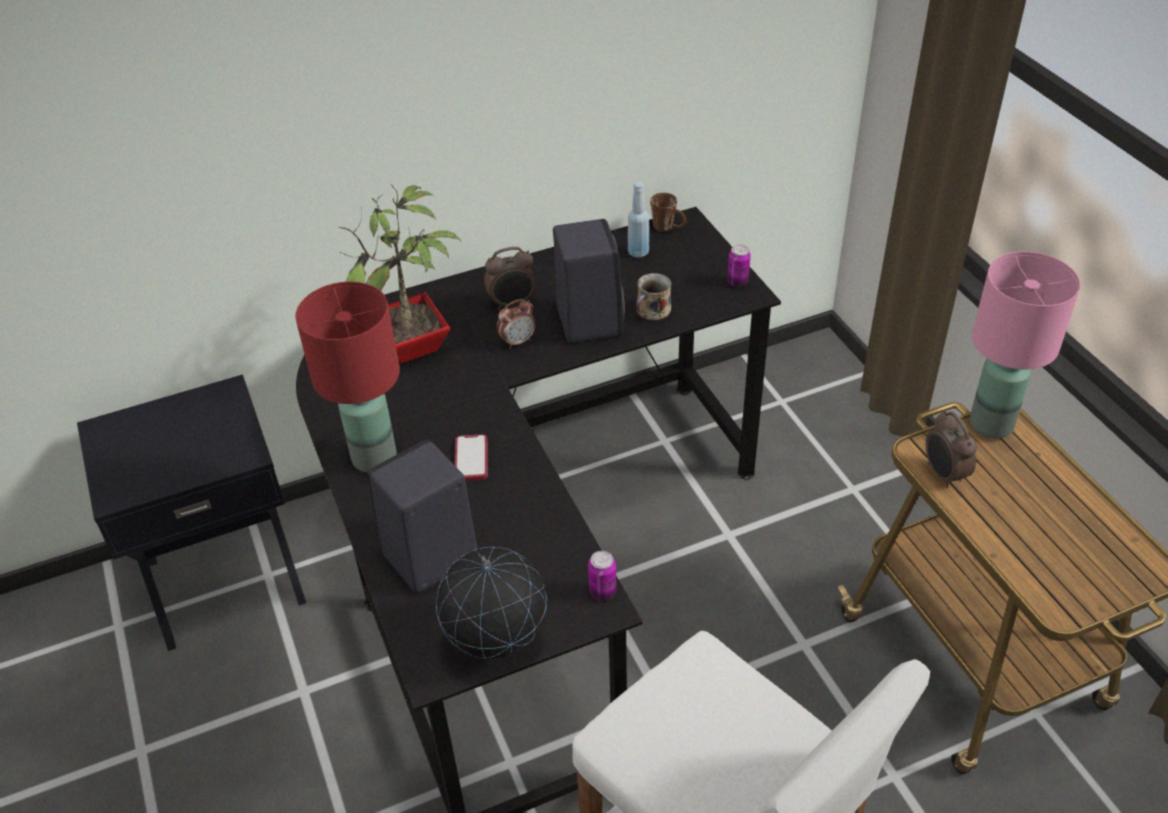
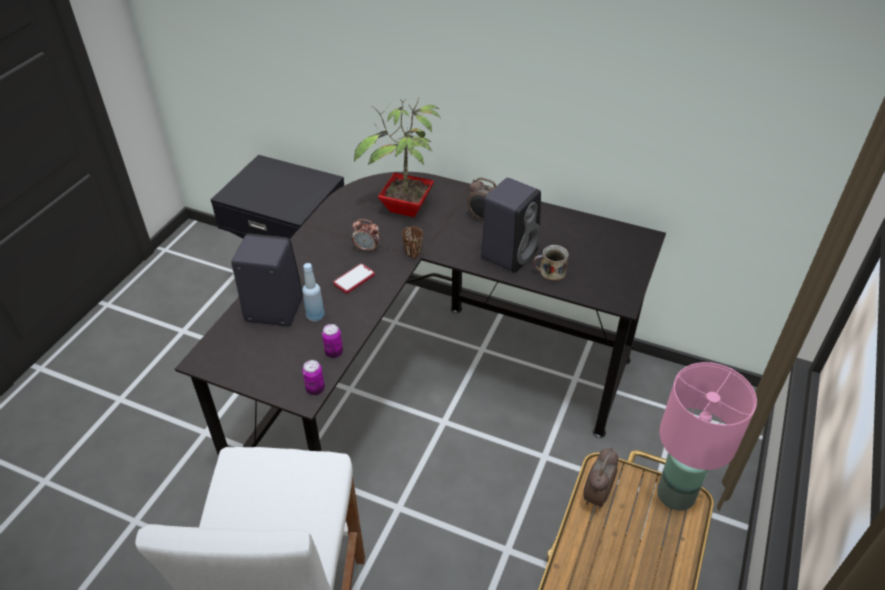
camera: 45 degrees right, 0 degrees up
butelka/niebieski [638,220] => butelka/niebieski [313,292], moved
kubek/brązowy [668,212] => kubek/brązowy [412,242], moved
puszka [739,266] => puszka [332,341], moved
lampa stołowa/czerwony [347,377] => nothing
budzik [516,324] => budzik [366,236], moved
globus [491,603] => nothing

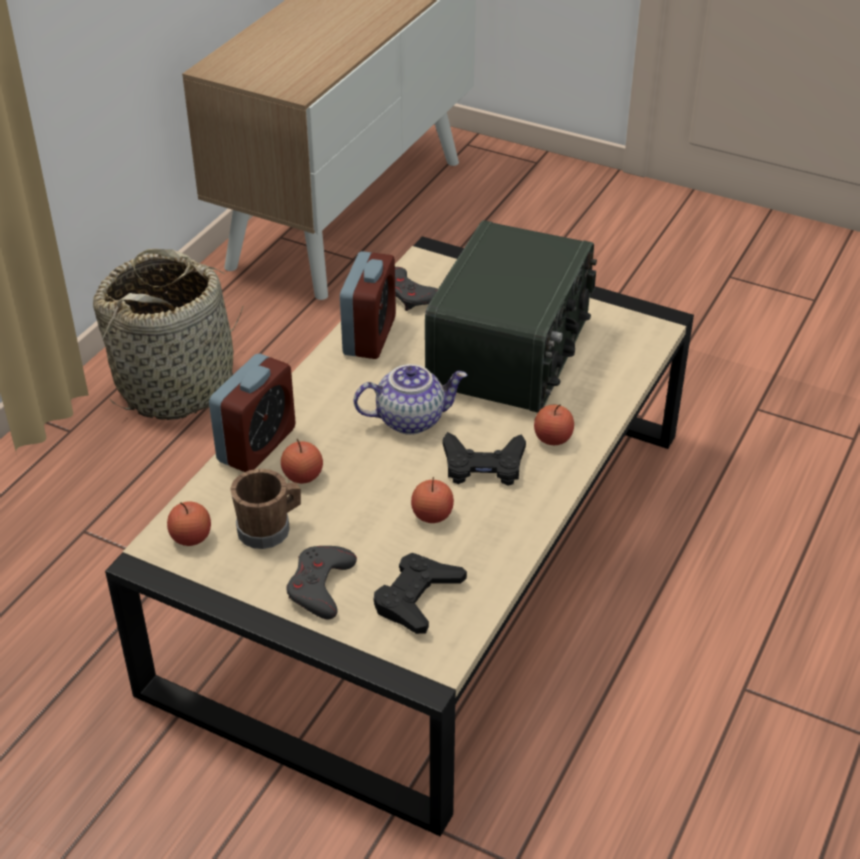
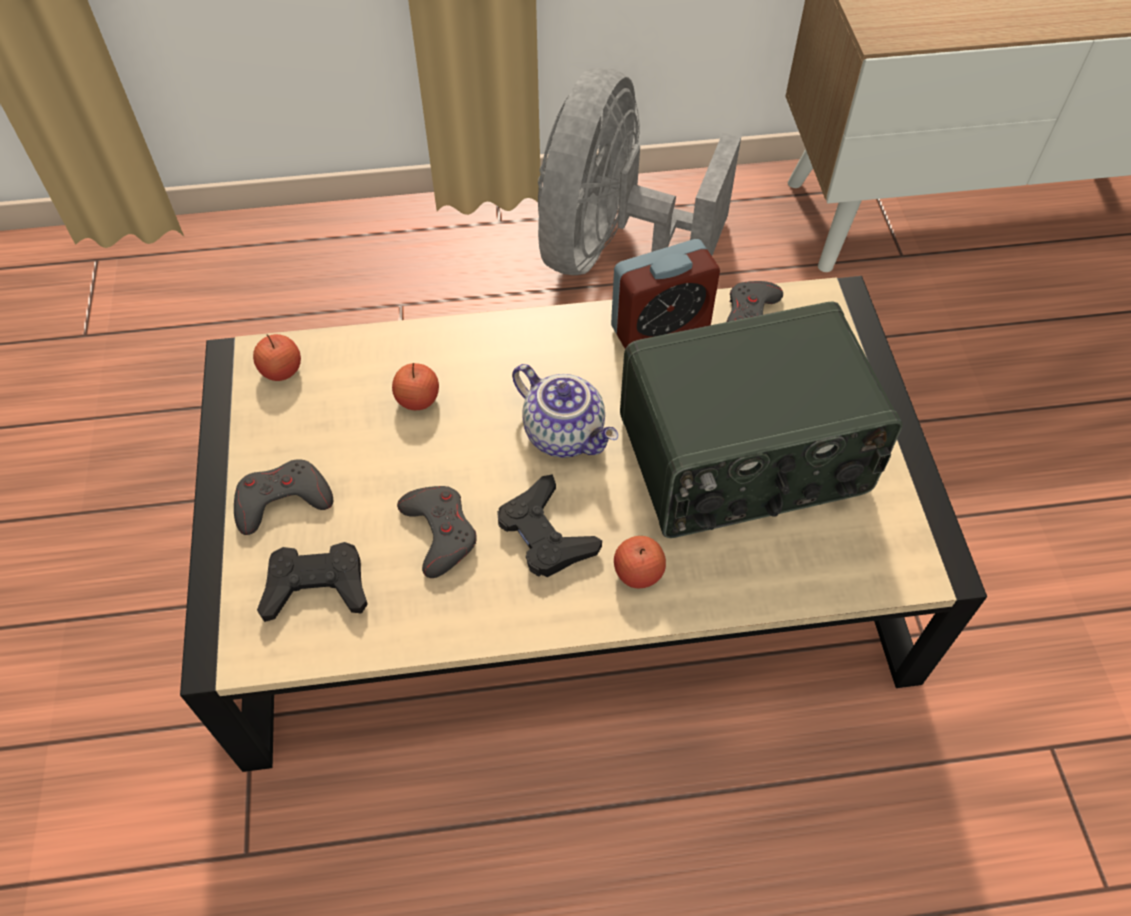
camera: 55 degrees right, 15 degrees up
koszyk [168,334] => wentylator/szary [639,171]
budzik [252,413] => nothing
kubek/brązowy [265,509] => nothing
jabłko [432,500] => pad do gier/szary [437,532]

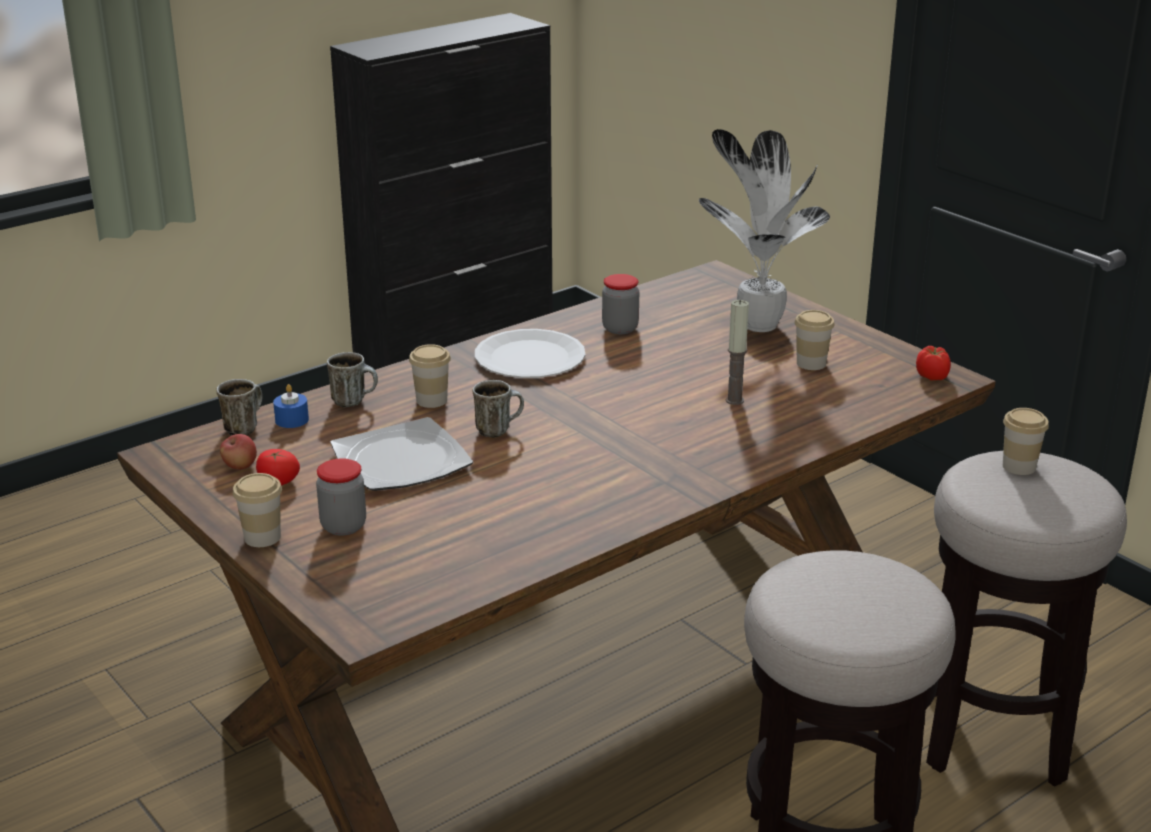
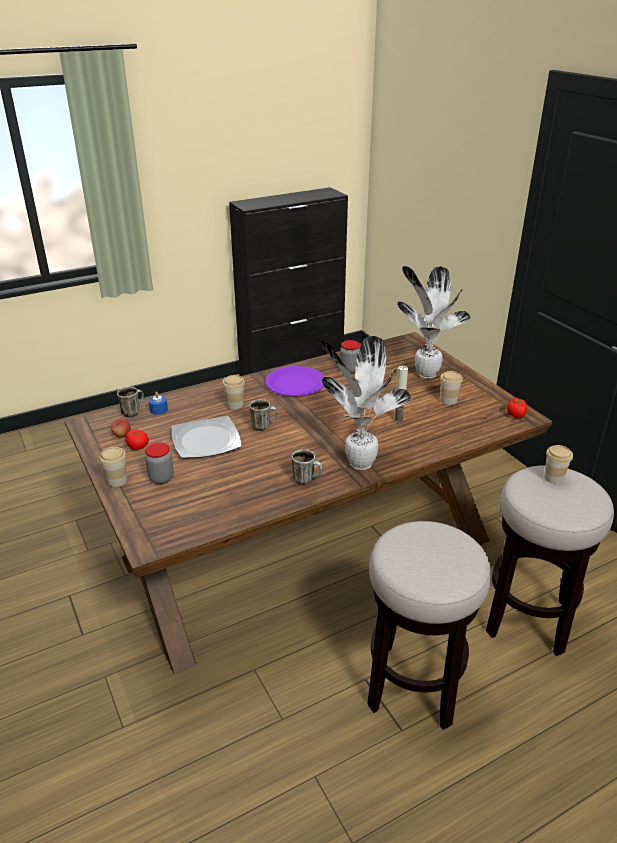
camera: 10 degrees right, 5 degrees up
talerz/biały [530,353] => talerz/fioletowy [295,381]
kubek [352,379] => kubek [307,467], moved
nothing => roślina doniczkowa [366,403]

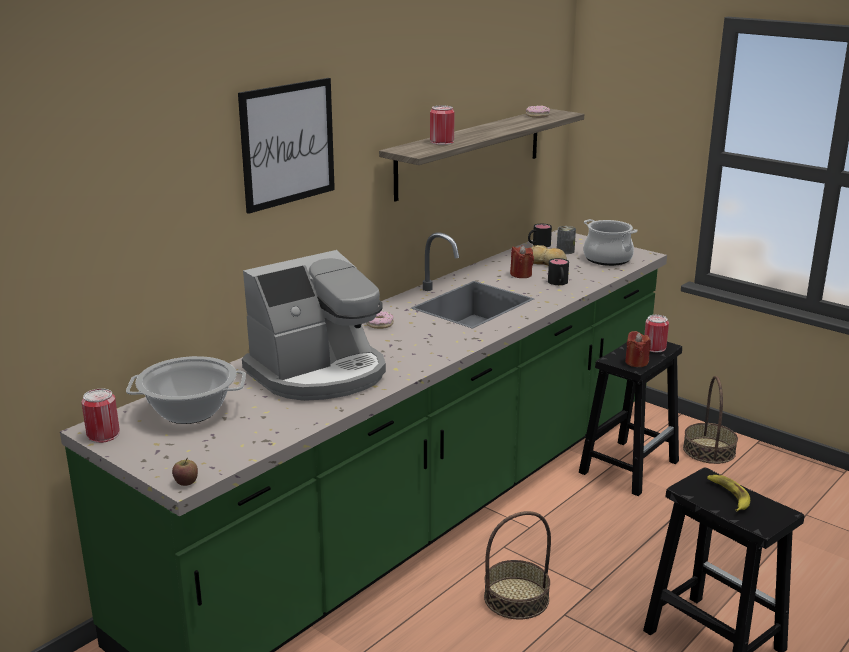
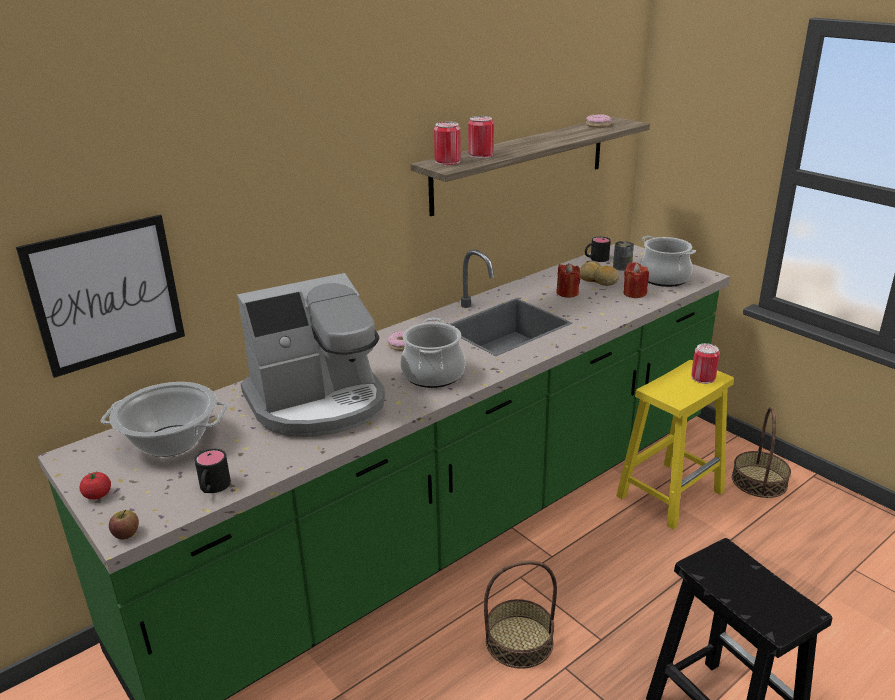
camera: 10 degrees right, 5 degrees up
obraz [286,146] => obraz [100,296], moved
kubek/czarny [558,271] => kubek/czarny [212,471], moved
świeca/czerwony [638,349] => świeca/czerwony [636,280], moved
stołek/czarny [630,419] => stołek/żółty [675,444]
puszka [101,415] => puszka [447,143], moved
banan [728,493] => nothing
nothing => garnek [432,353]
nothing => pomidor [95,486]

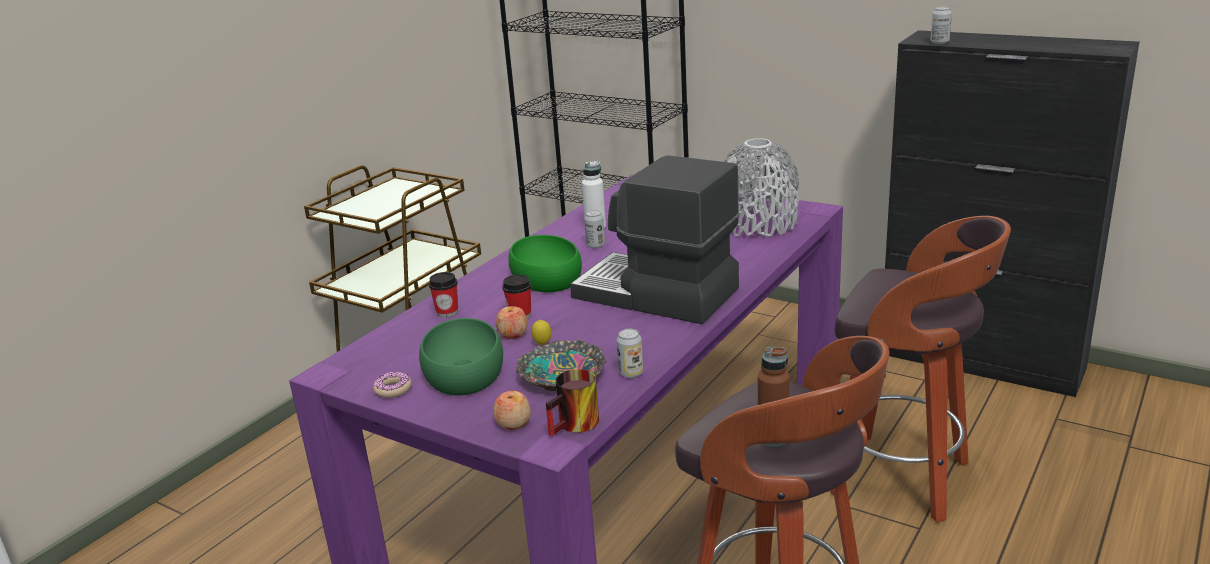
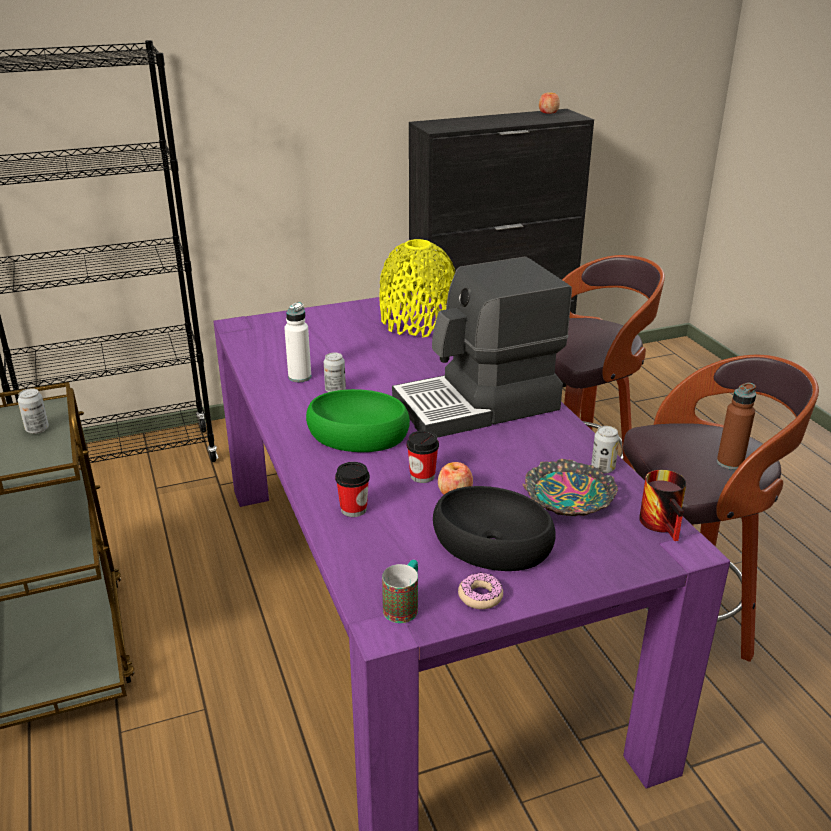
camera: 55 degrees left, 5 degrees up
puszka [941,25] => puszka [33,411], moved
wazon/szary [761,187] => wazon/żółty [417,288]
miska/zielony [461,356] => miska/czarny [494,528]
cytryna [541,332] => nothing
jabłko [512,410] => jabłko [549,103], moved
nothing => kubek [400,591]

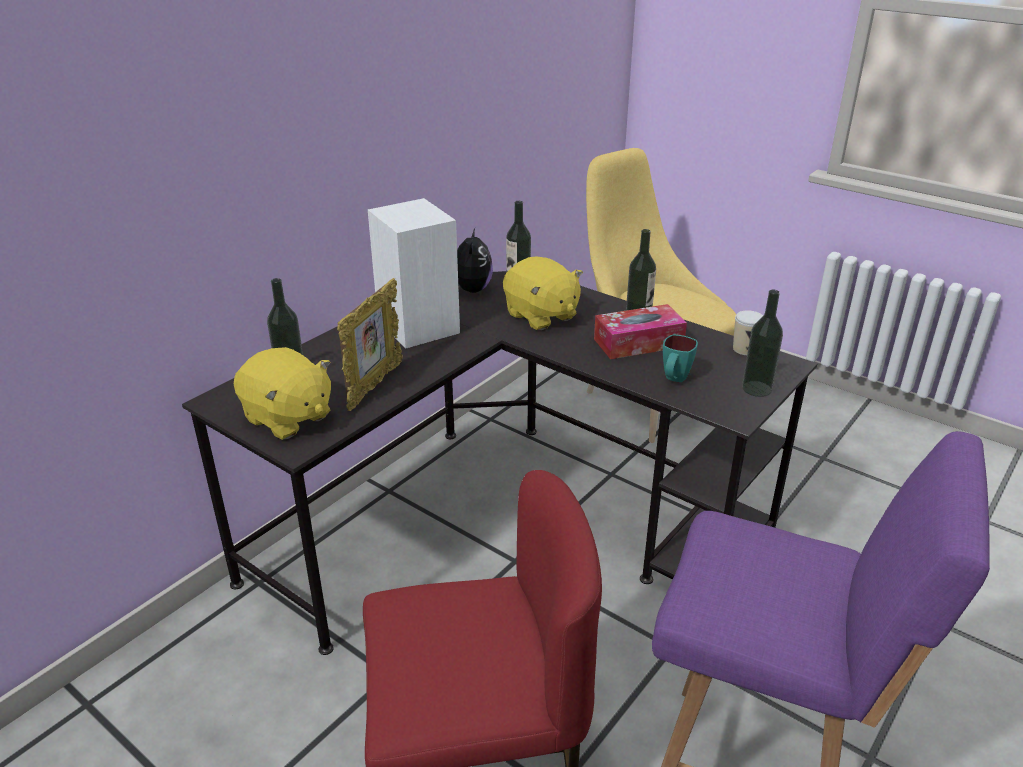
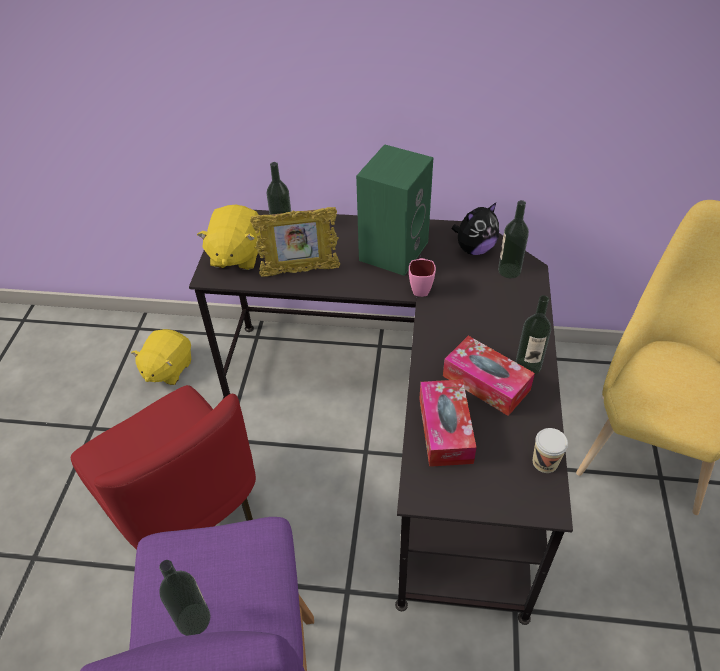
camera: 60 degrees right, 15 degrees up
głośnik/biały [414,273] => głośnik/zielony [395,210]
pluszak/żółty [543,293] => pluszak/żółty [161,357], moved
butelka [762,343] => butelka [185,598], moved
kubek/turkusowy [680,358] => pudełko chusteczek [448,423]
nothing => kubek/różowy [422,277]

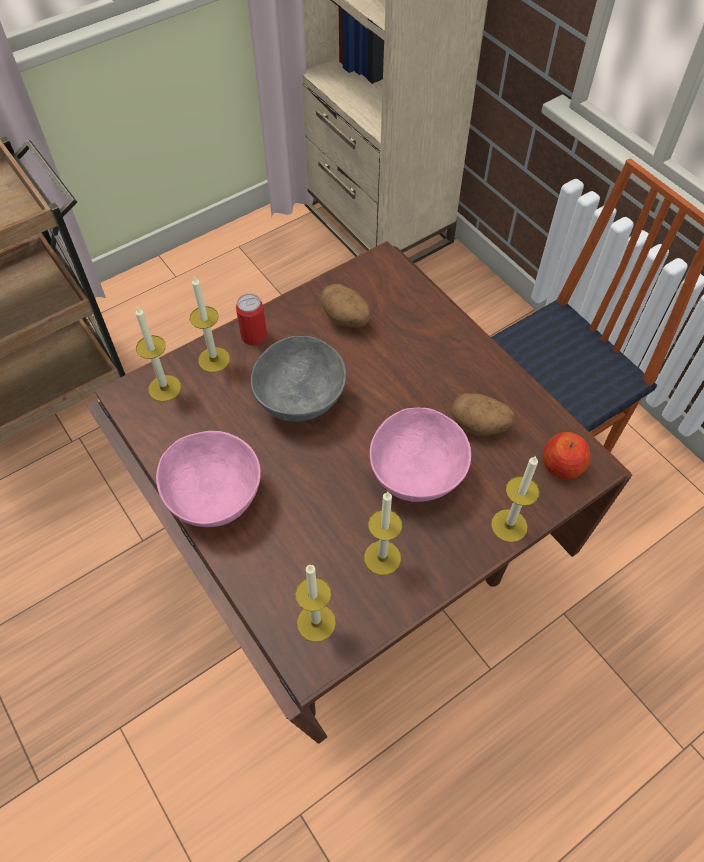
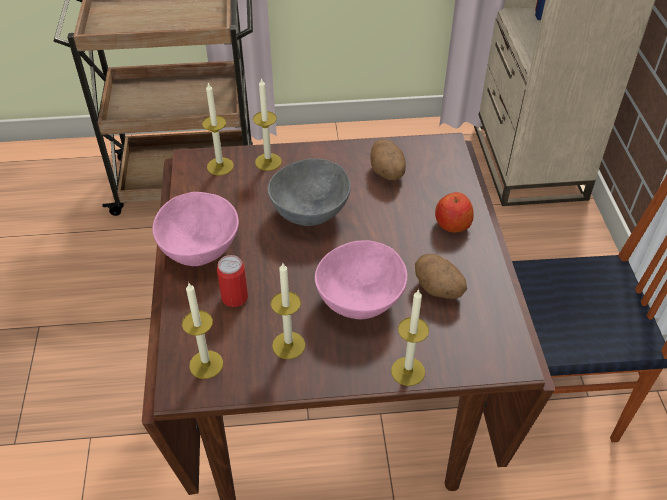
camera: 30 degrees right, 10 degrees down
puszka [251,319] => puszka [232,281], moved
jabłko [567,455] => jabłko [454,212], moved

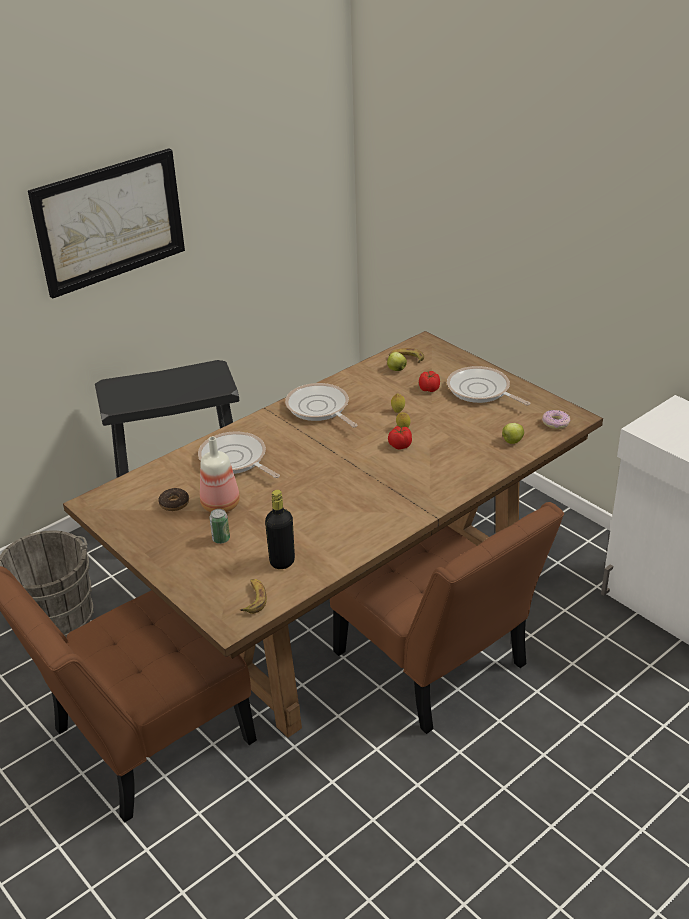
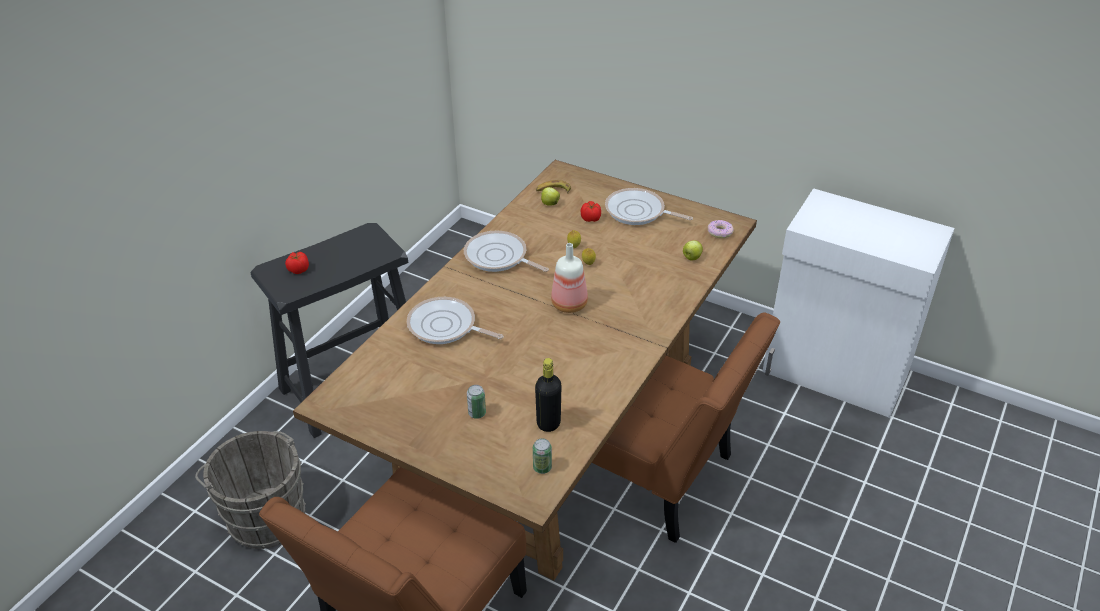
camera: 20 degrees left, 5 degrees up
obraz [106,223] => nothing
pomidor [400,438] => pomidor [297,262], moved
butelka [220,474] => butelka [569,278], moved
donut [173,499] => nothing
banan [253,596] => puszka [542,456]

